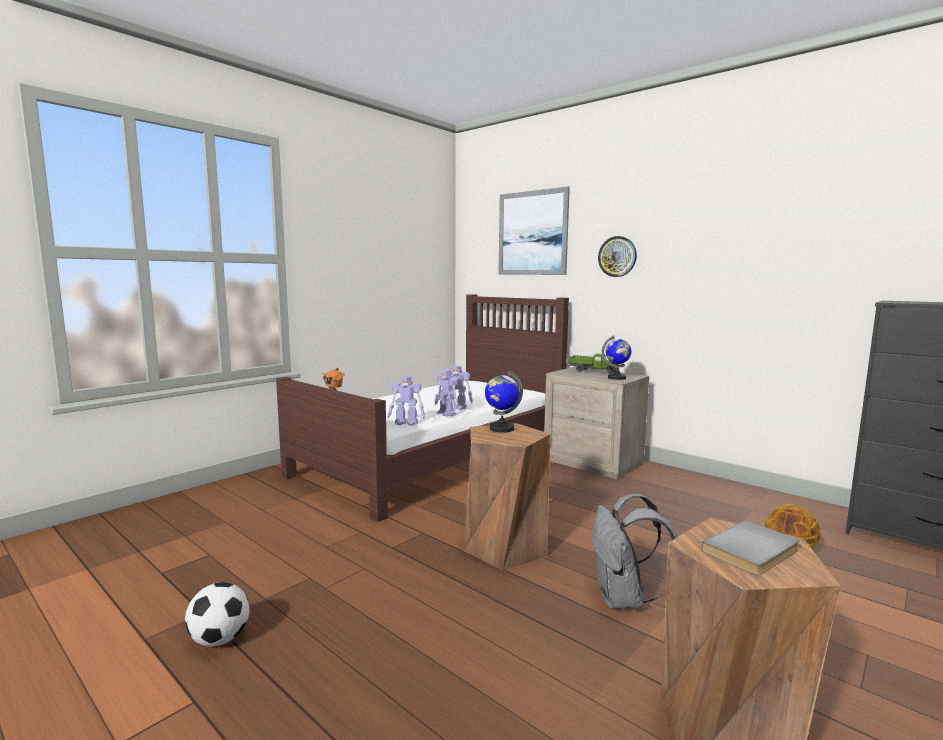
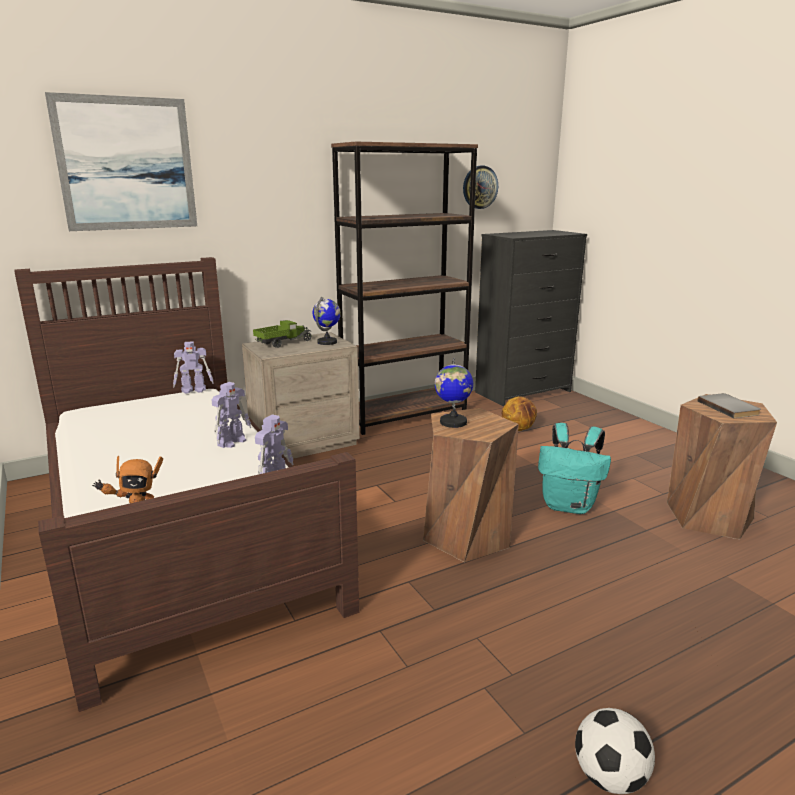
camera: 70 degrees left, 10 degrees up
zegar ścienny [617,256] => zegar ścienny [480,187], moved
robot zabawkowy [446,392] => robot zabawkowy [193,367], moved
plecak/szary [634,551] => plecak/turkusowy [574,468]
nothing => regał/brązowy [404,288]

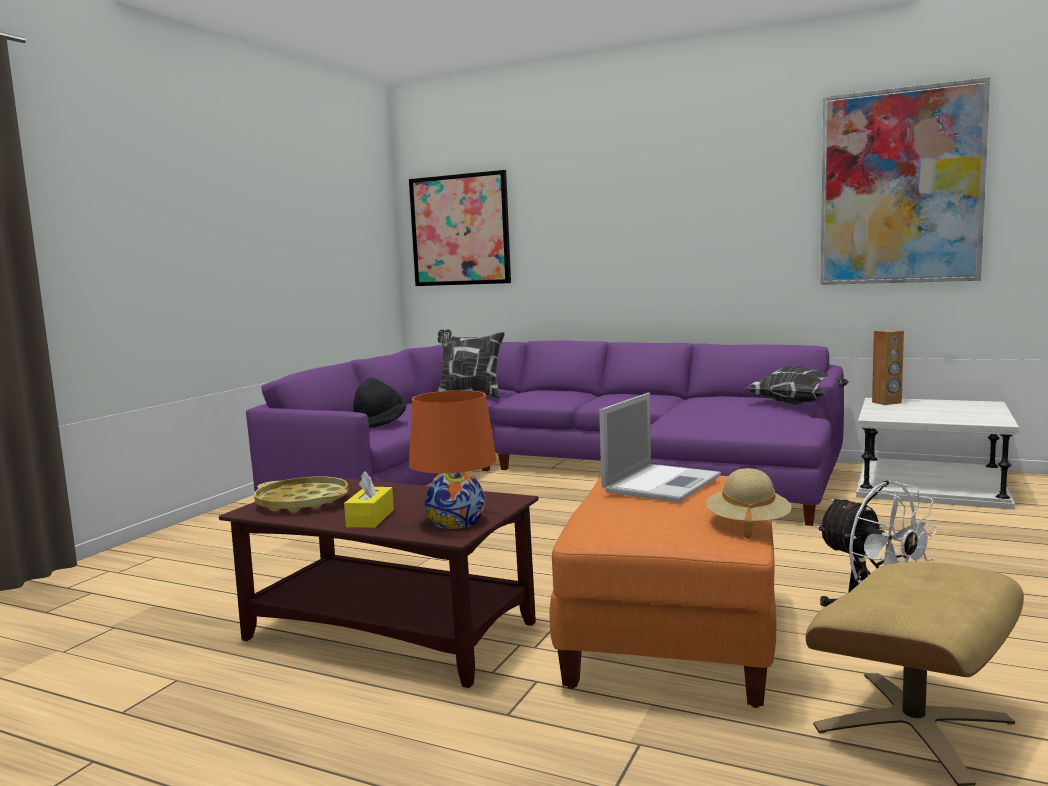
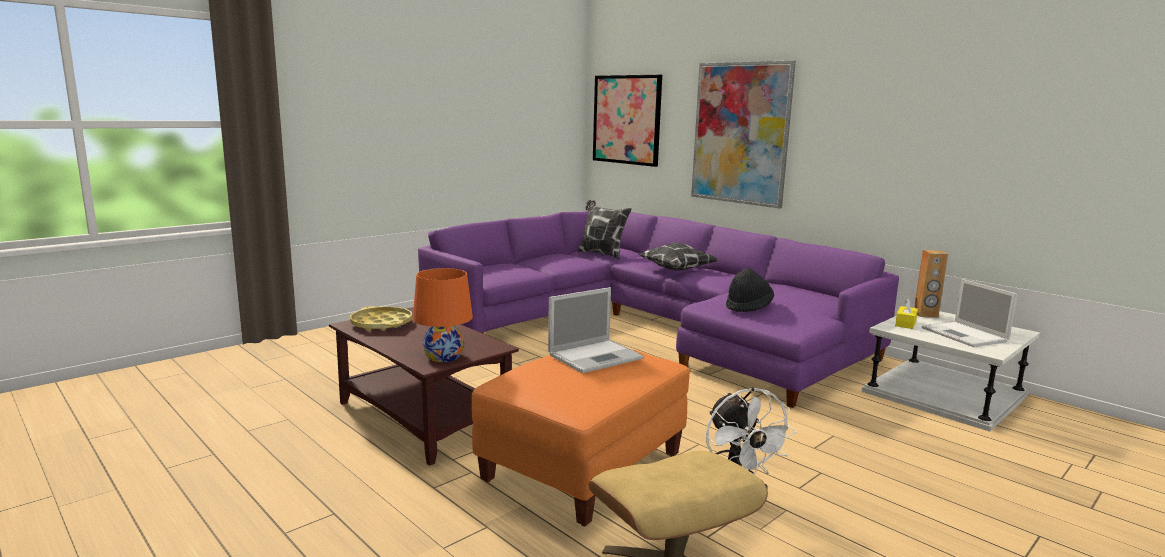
camera: 20 degrees right, 5 degrees up
obraz [905,181] => obraz [743,135], moved
poduszka [796,385] => poduszka [678,257], moved
kapelusz/czarny [379,403] => kapelusz/czarny [750,290], moved
kapelusz/beżowy [749,503] => nothing
pudełko chusteczek/żółty [369,499] => pudełko chusteczek/żółty [906,313], moved
nothing => laptop [970,313]

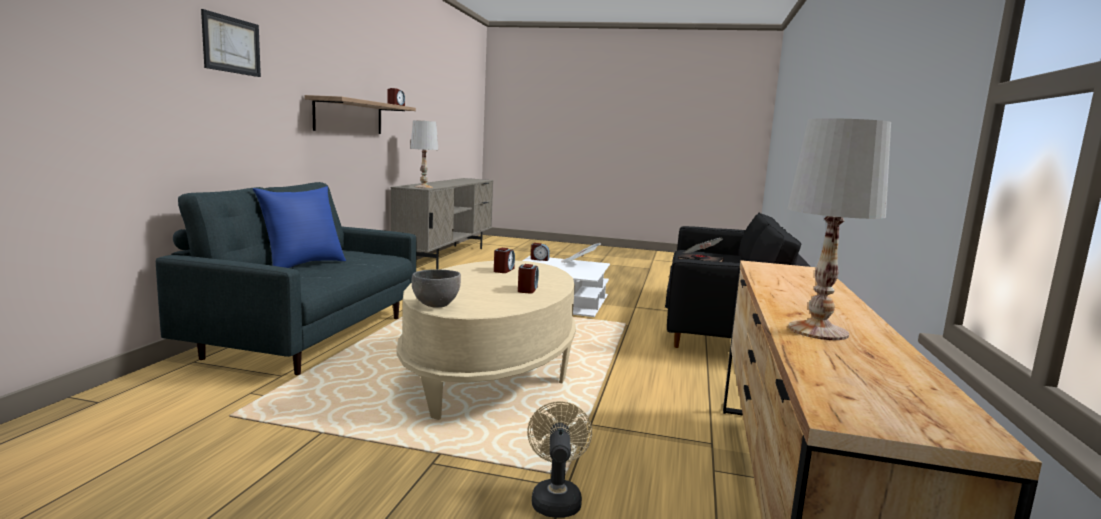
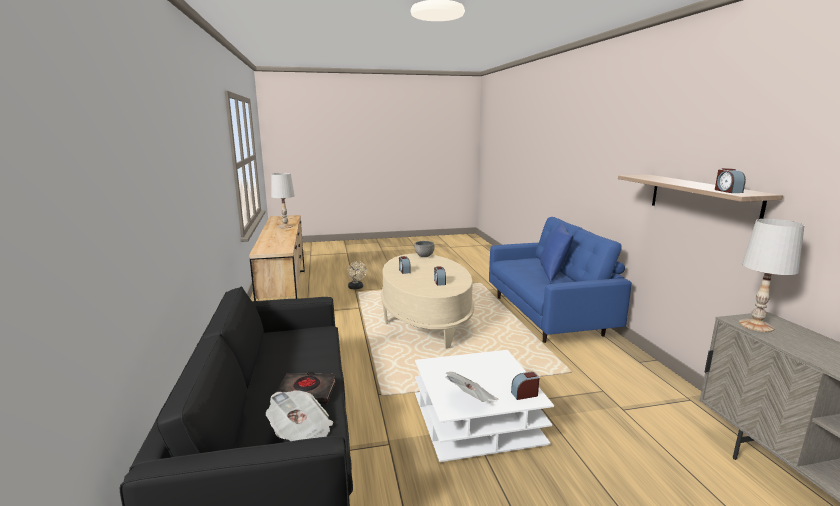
camera: 155 degrees right, 5 degrees up
obraz [231,43] => nothing
kanapa/szary [286,278] => kanapa/niebieski [560,280]

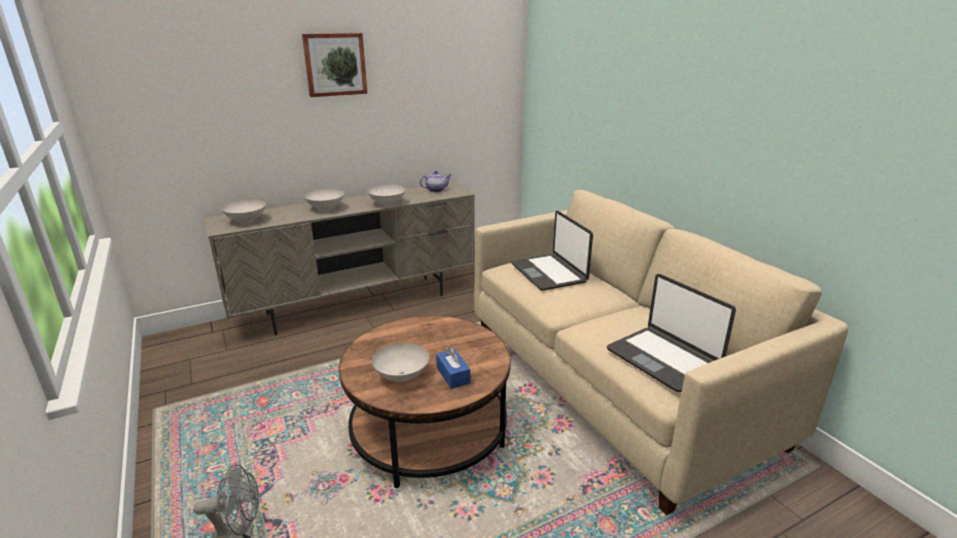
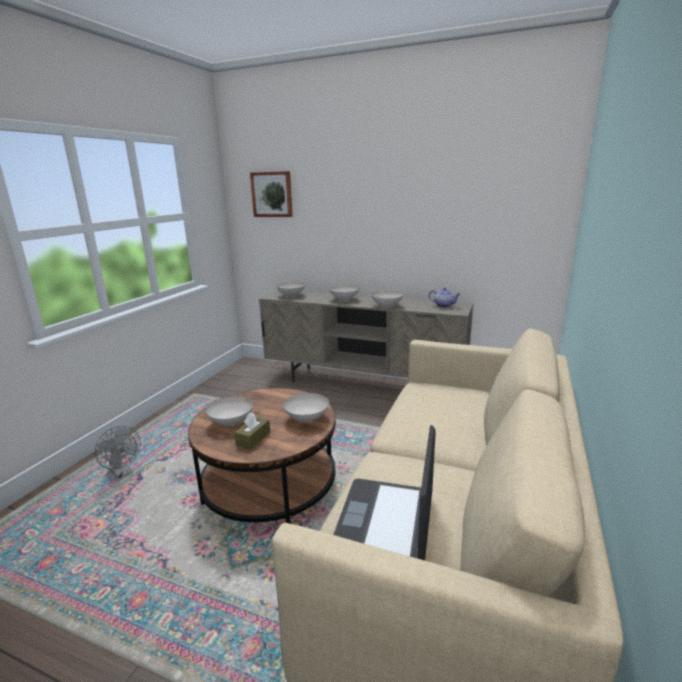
camera: 50 degrees right, 5 degrees down
obraz [334,65] => obraz [271,194], moved
laptop [552,251] => nothing
pudełko chusteczek/niebieski [453,368] => pudełko chusteczek/brązowy [252,431]
nothing => miska/biały [306,407]

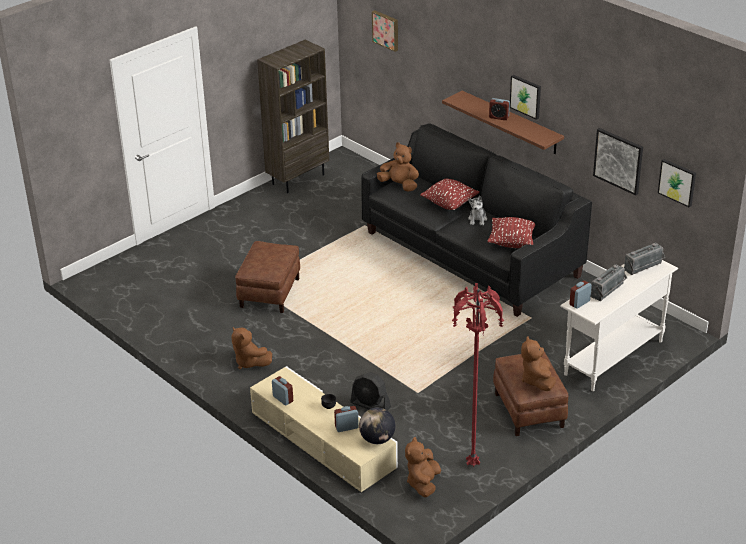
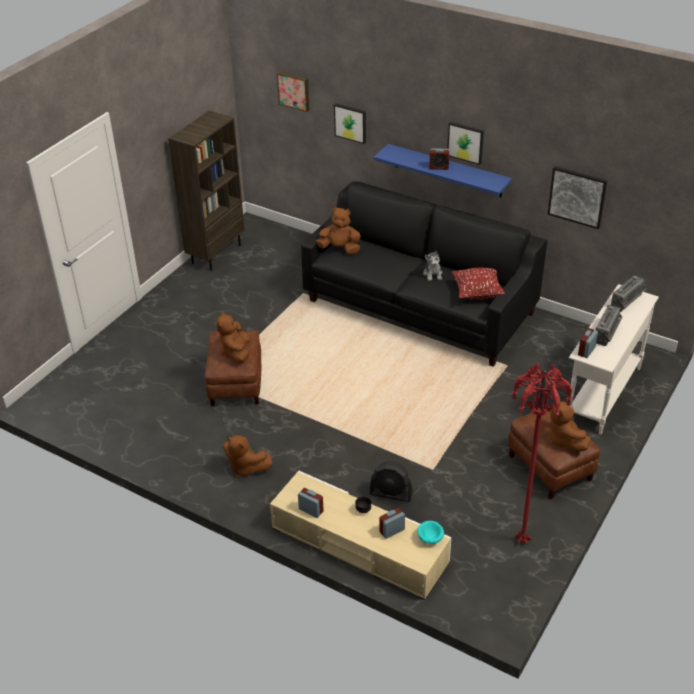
camera: 15 degrees left, 5 degrees up
półka/brązowy [503,122] => półka/niebieski [442,170]
obraz [677,183] => obraz [350,124], moved
poduszka/czerwony [449,194] => nothing
globus [377,426] => miska/turkusowy [430,532]
pluszak/brązowy [423,467] => pluszak/brązowy [233,337], moved

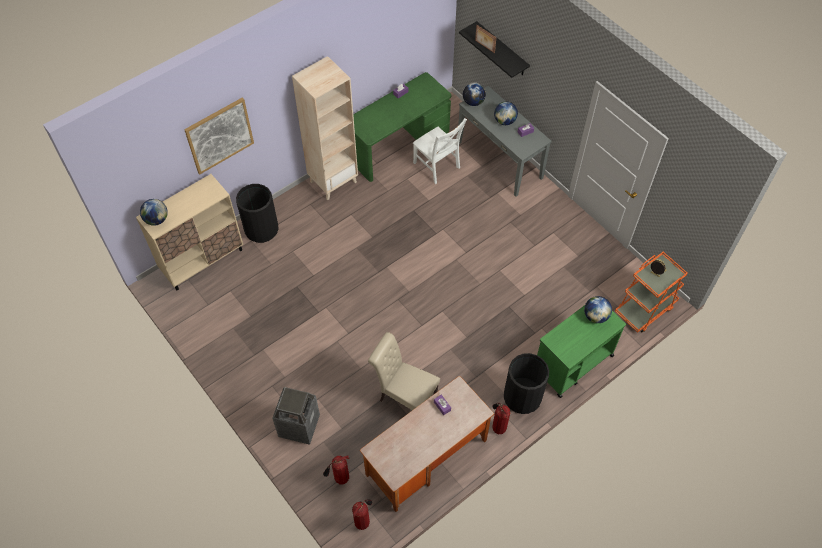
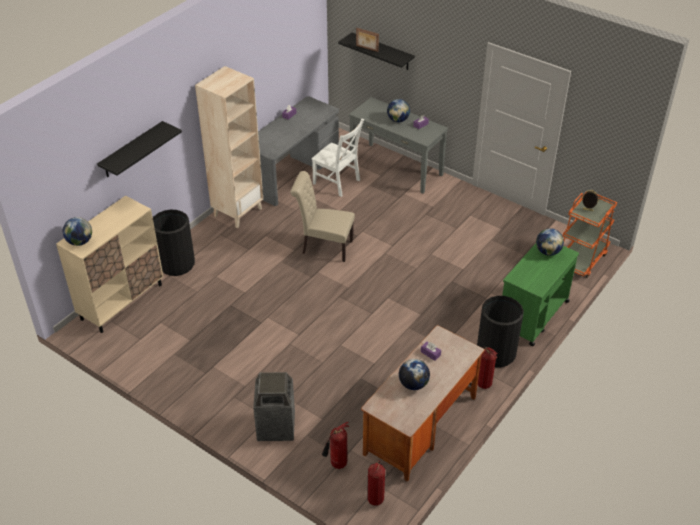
camera: 15 degrees left, 15 degrees down
biurko/zielony [402,127] => biurko/szary [298,151]
globus [474,94] => globus [414,374], moved
obraz [219,135] => półka/czarny [139,149]
krzesło/beżowy [404,371] => krzesło/beżowy [322,216], moved

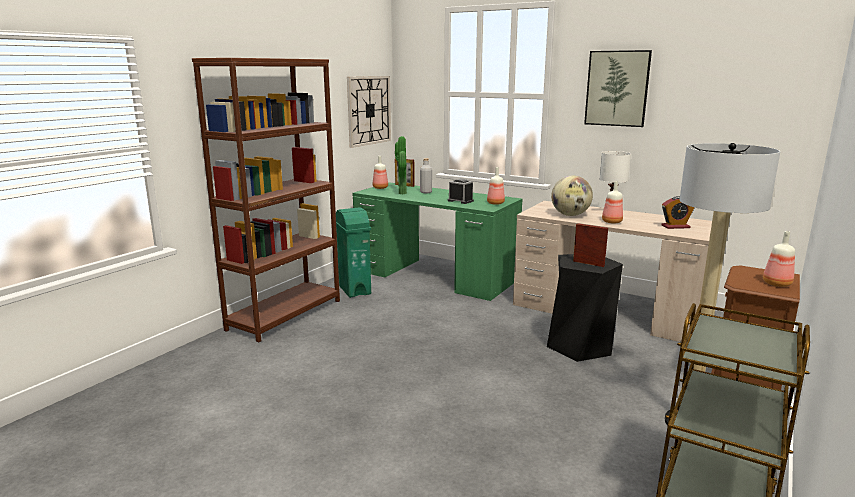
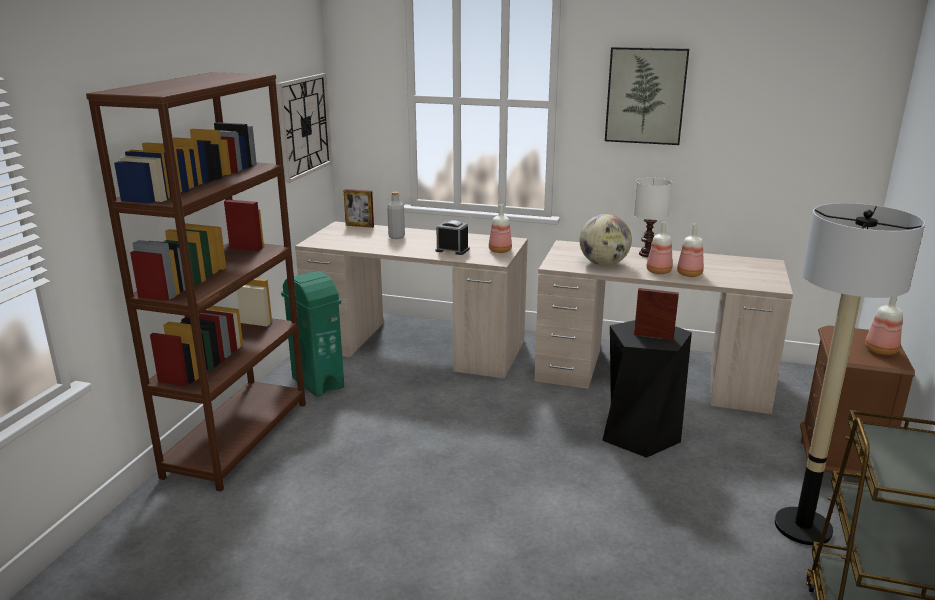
camera: 15 degrees left, 5 degrees up
roślina doniczkowa [401,165] => nothing
butelka [380,172] => butelka [690,250], moved
biurko/zielony [438,241] => biurko/beżowy [411,299]
budzik [678,212] => nothing

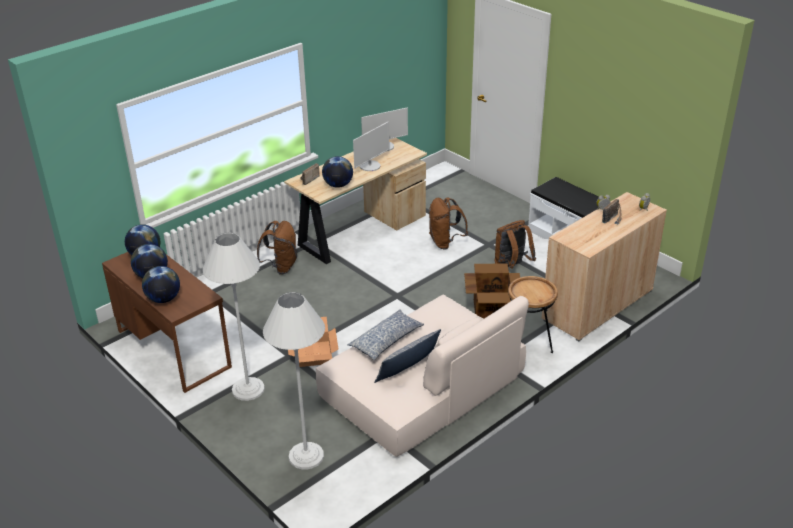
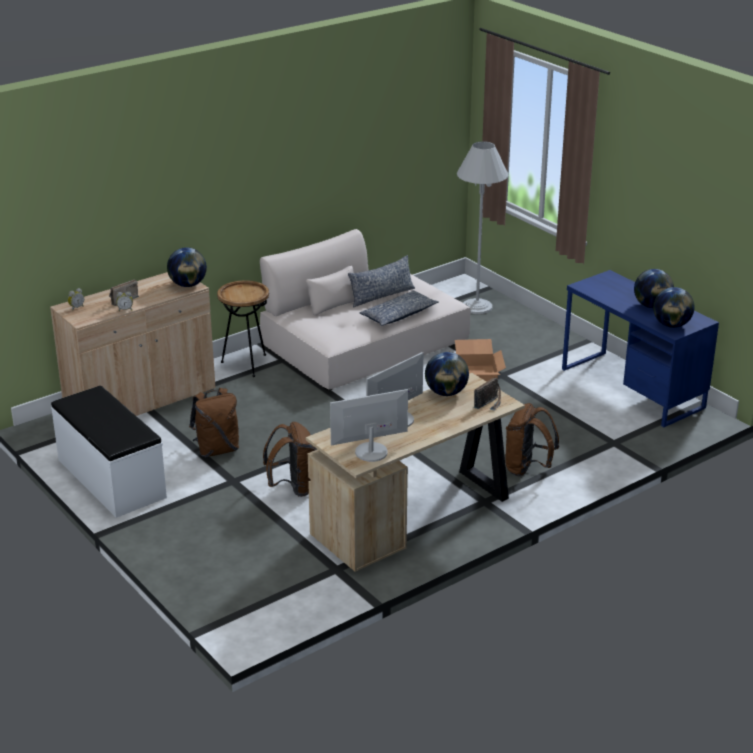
camera: 175 degrees left, 5 degrees down
lampa stojąca/biały [234,316] => nothing
biurko/brązowy [167,322] => biurko/niebieski [640,348]
karton [492,291] => nothing
globus [161,284] => globus [187,267], moved

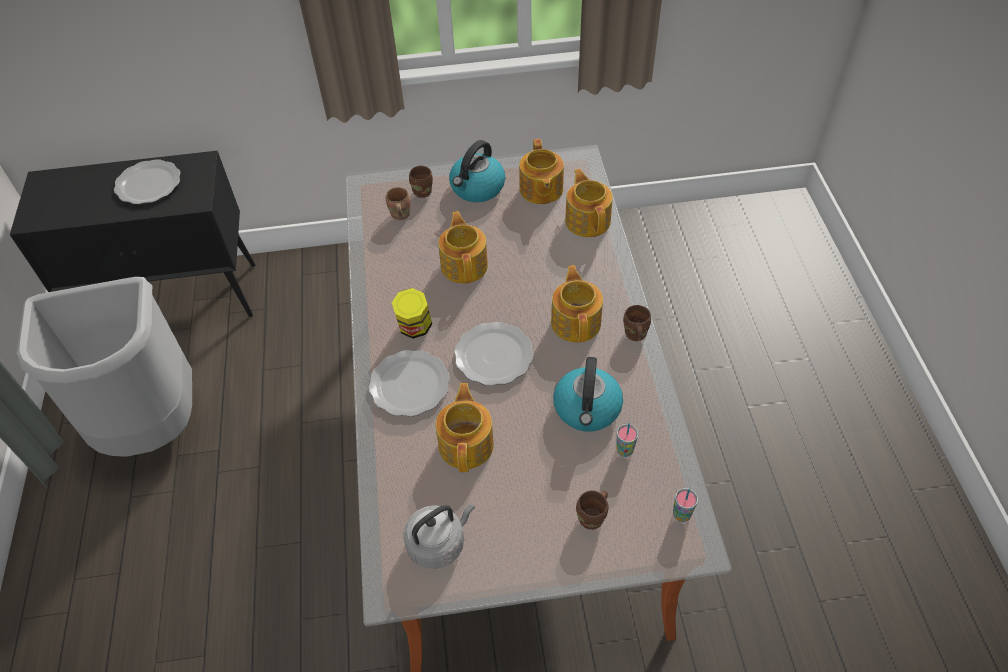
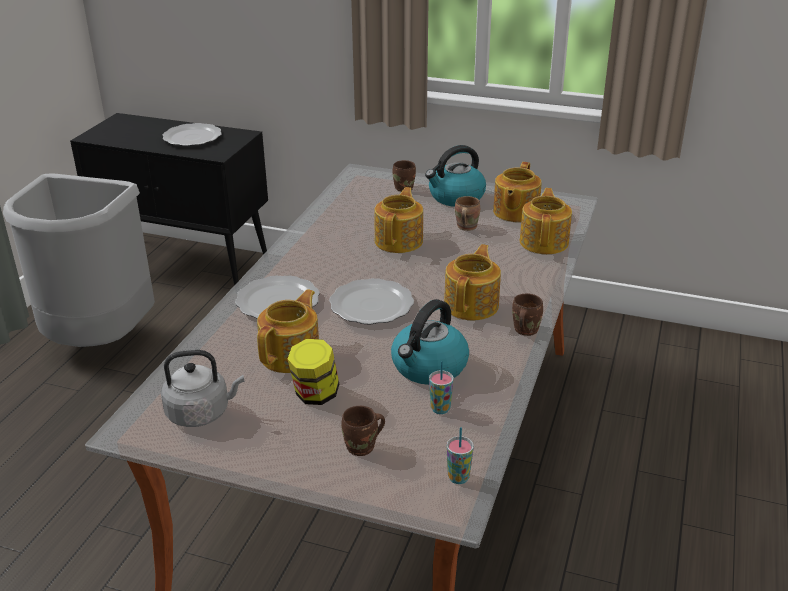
camera: 25 degrees right, 20 degrees down
kubek/brązowy [398,203] => kubek/brązowy [467,213], moved
słoik [412,313] => słoik [313,372], moved

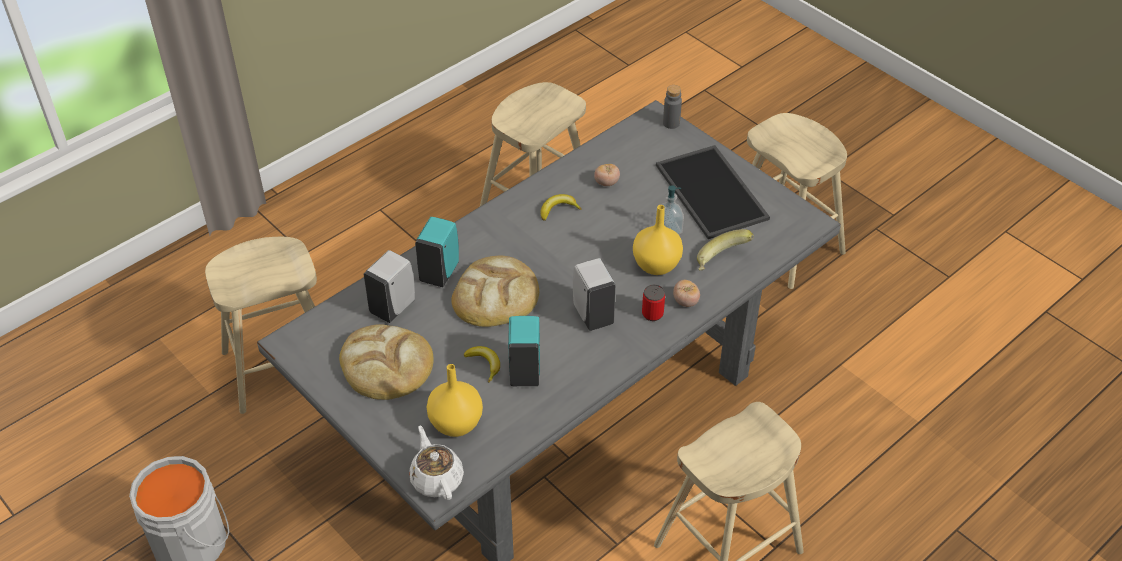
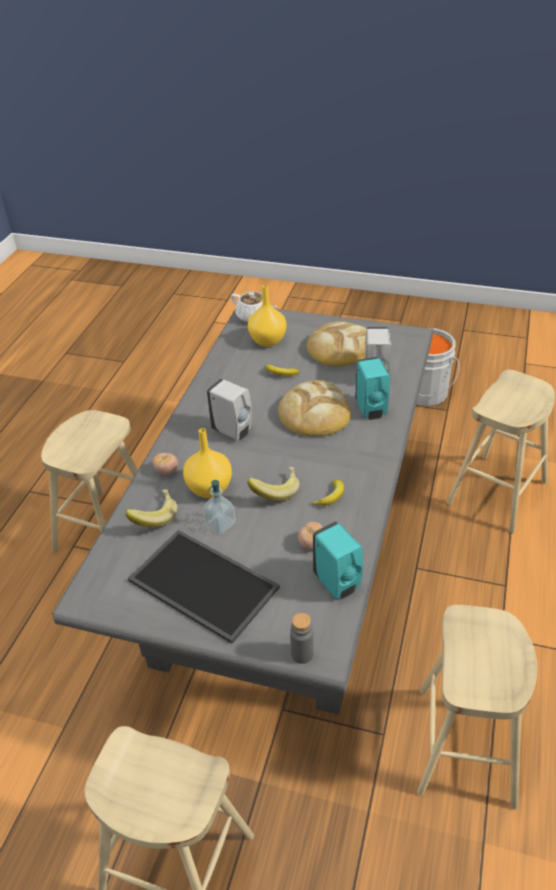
camera: 150 degrees right, 5 degrees down
puszka [653,302] => nothing
dozownik mydła/turkusowy [524,351] => dozownik mydła/turkusowy [338,560], moved
nothing => banan [273,484]

